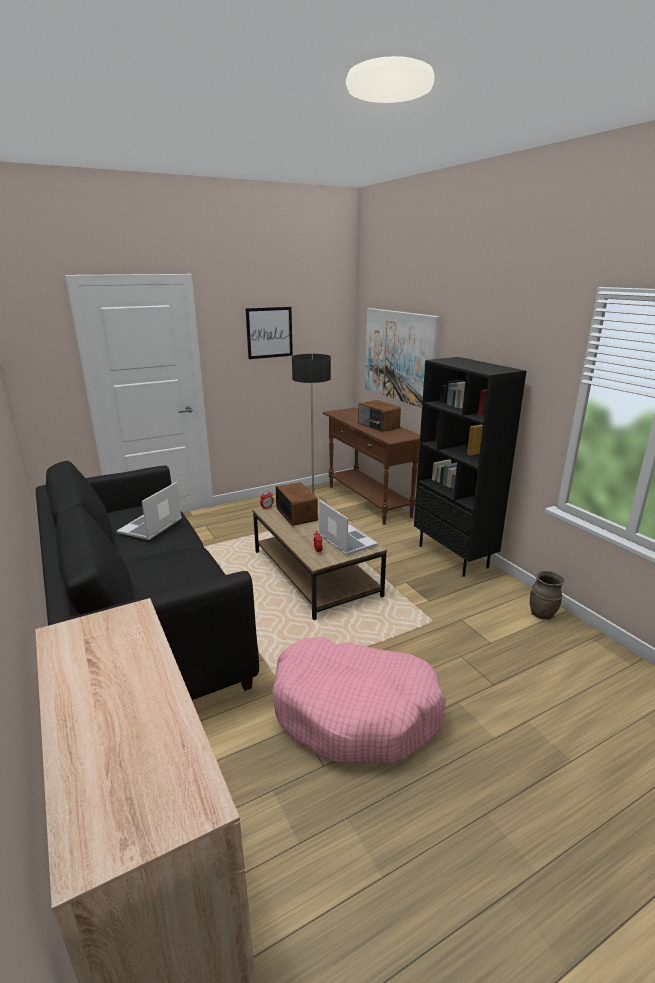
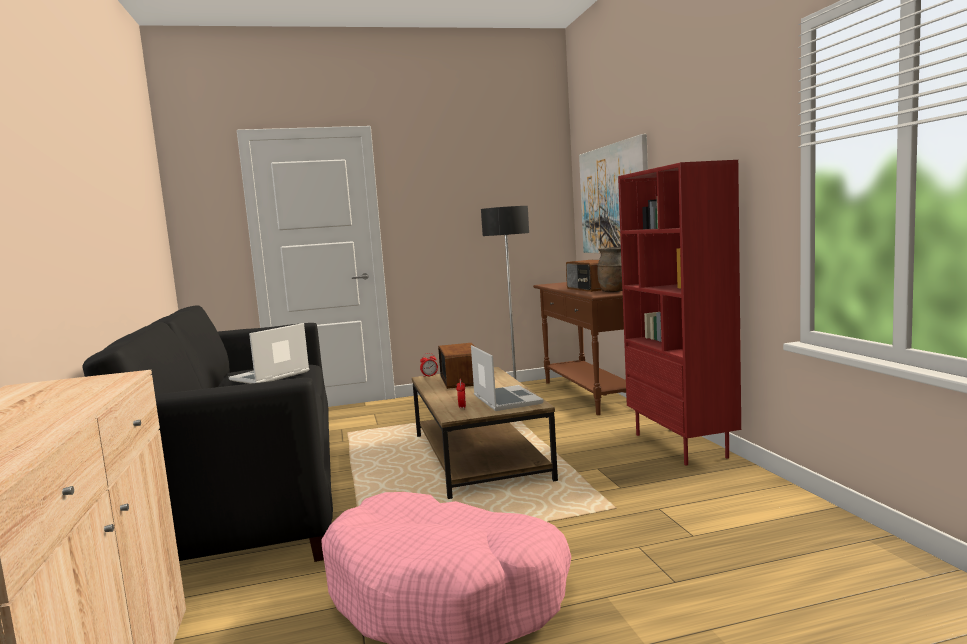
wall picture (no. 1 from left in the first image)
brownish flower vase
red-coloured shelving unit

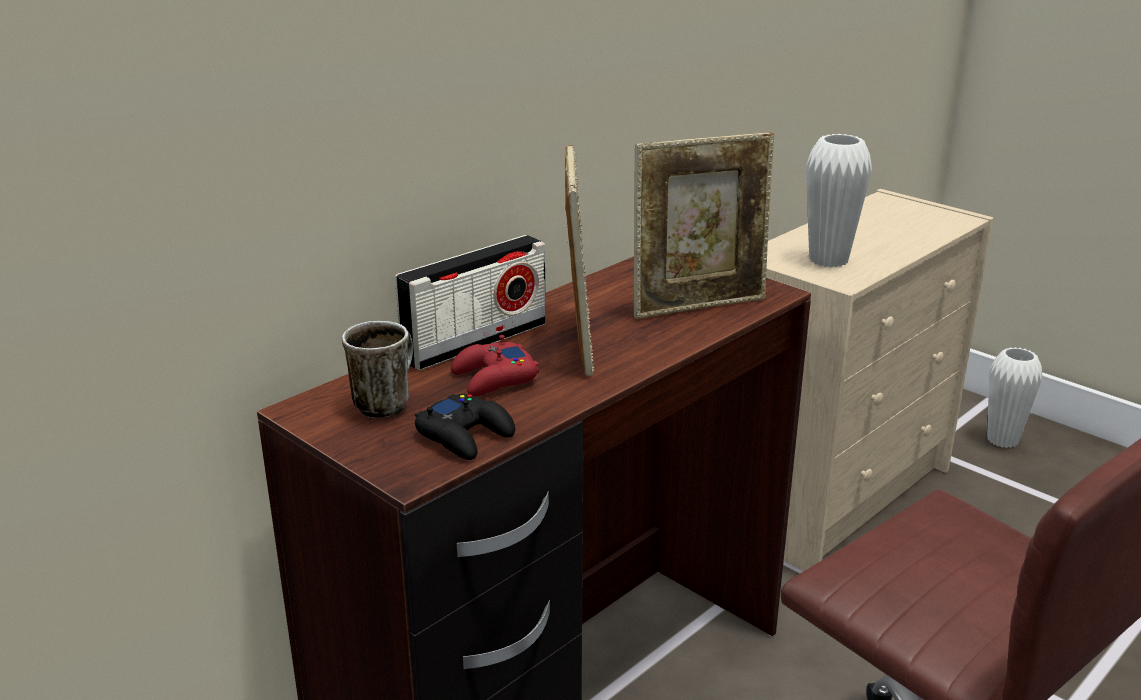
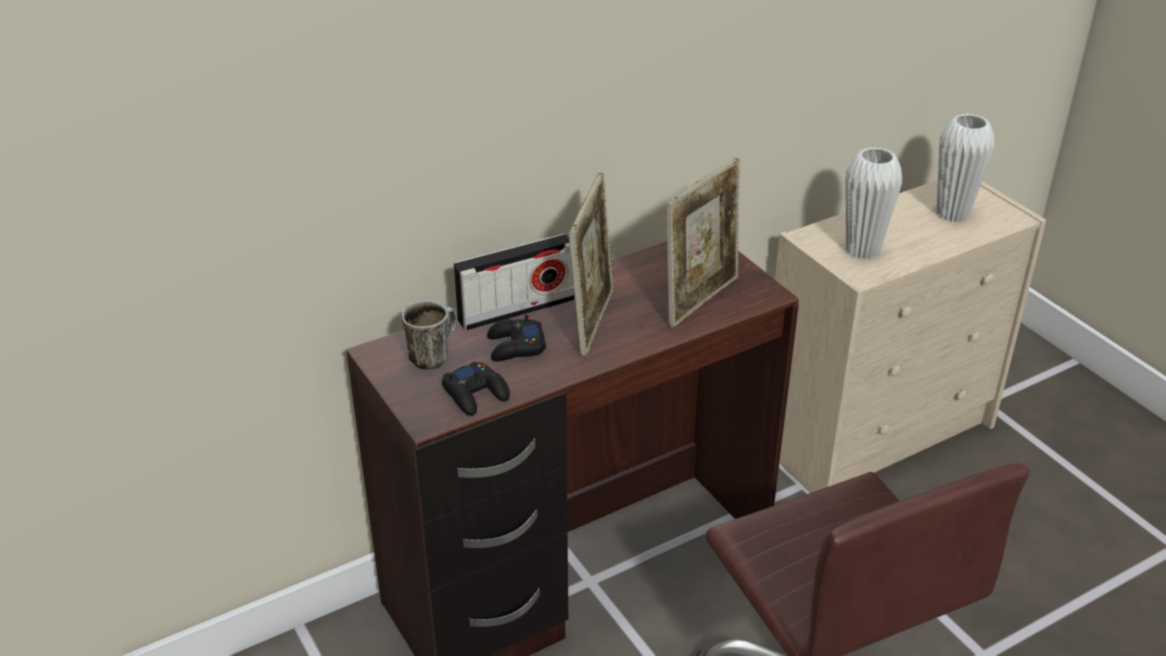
white flower vase (no. 2 from left)
black joypad (no. 2 from left)
picture frame (no. 2 from left)

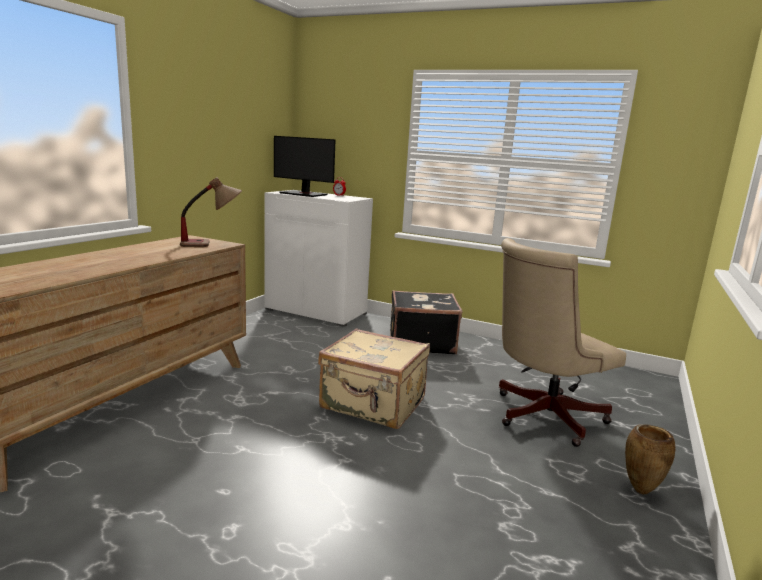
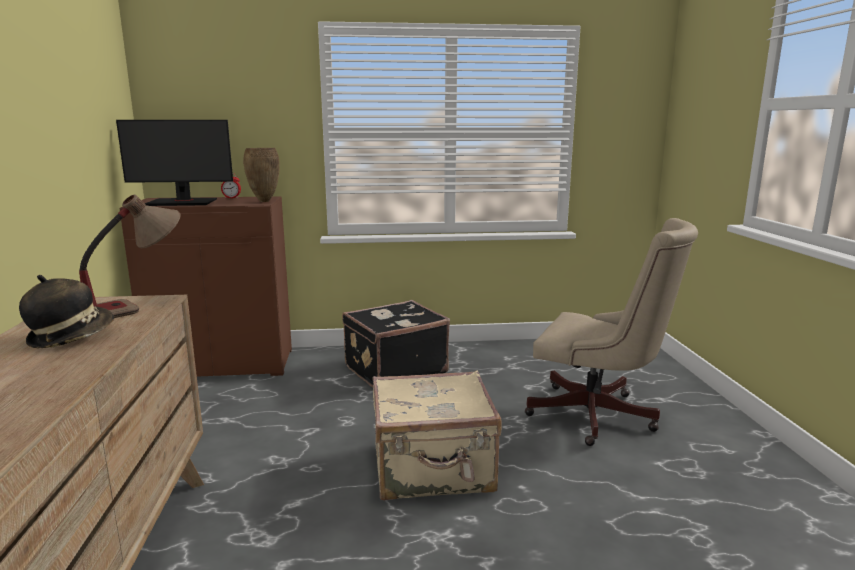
wearable hat
brownish flower vase
brownish cabinet
sand-coloured office chair

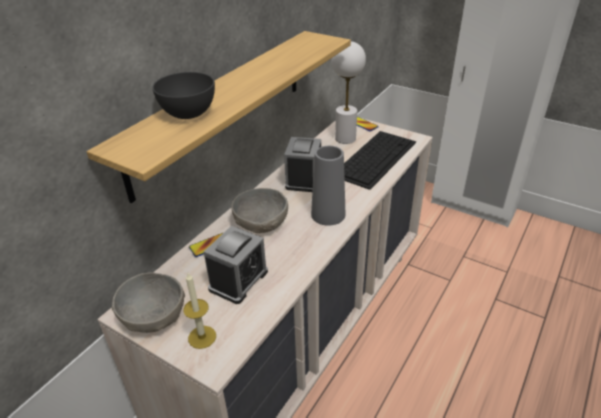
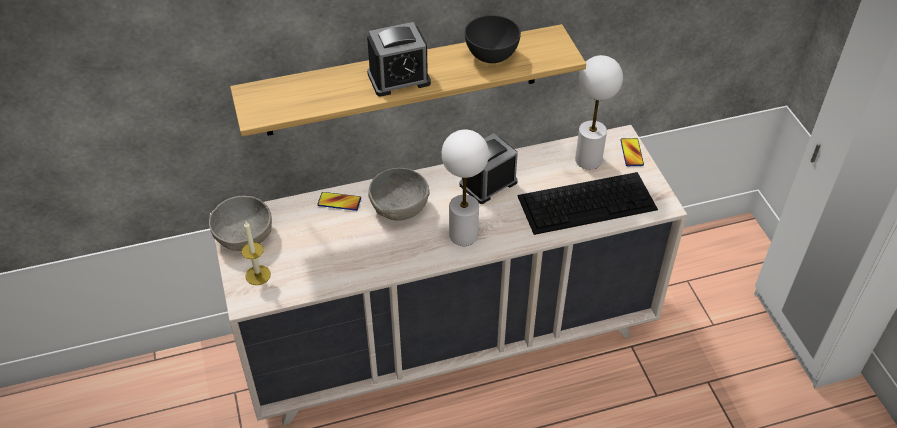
greyish deep dish (no. 3 from left)
alarm clock (no. 1 from left)
white table lamp (no. 1 from left)

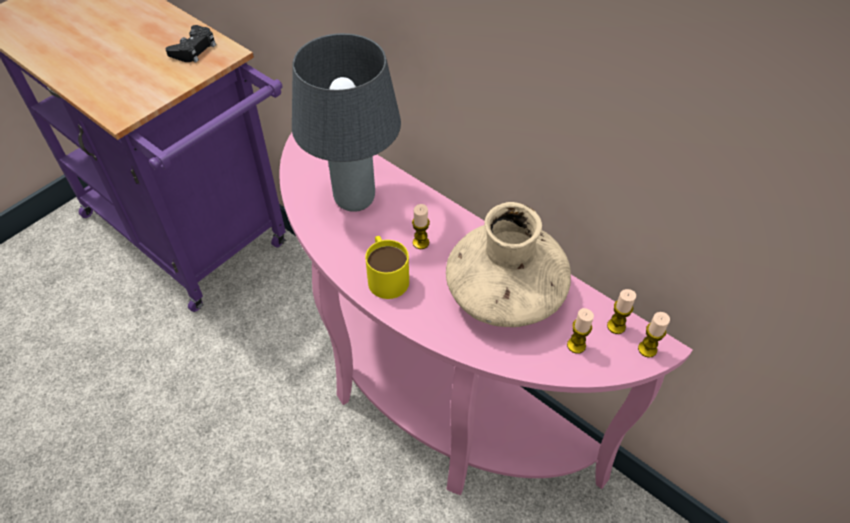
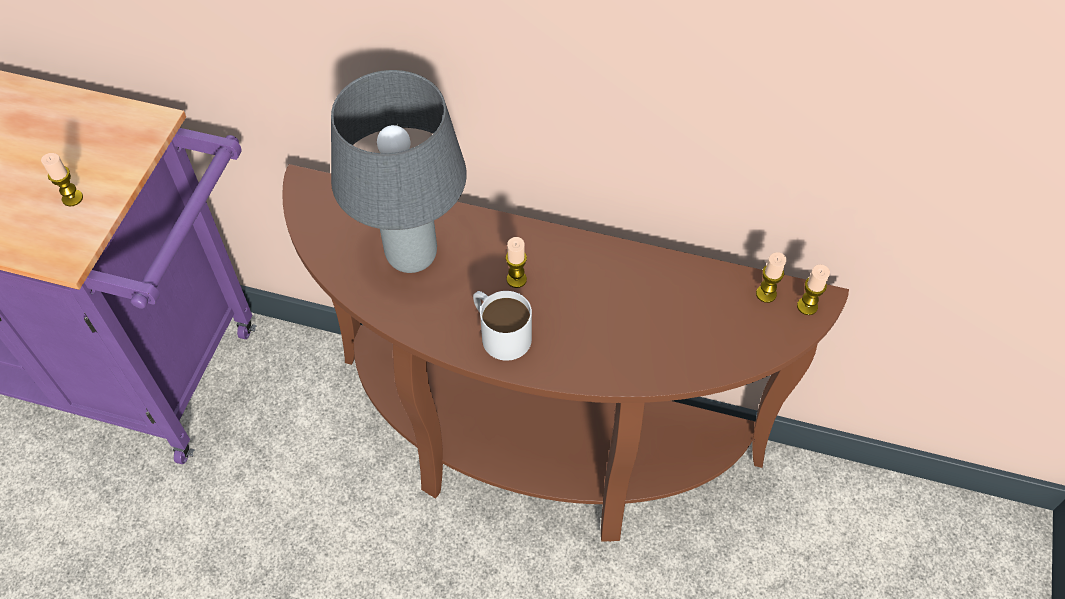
black joypad
sand-coloured flower vase
candle (no. 1 from left)
brownish narrow table
white coffee mug

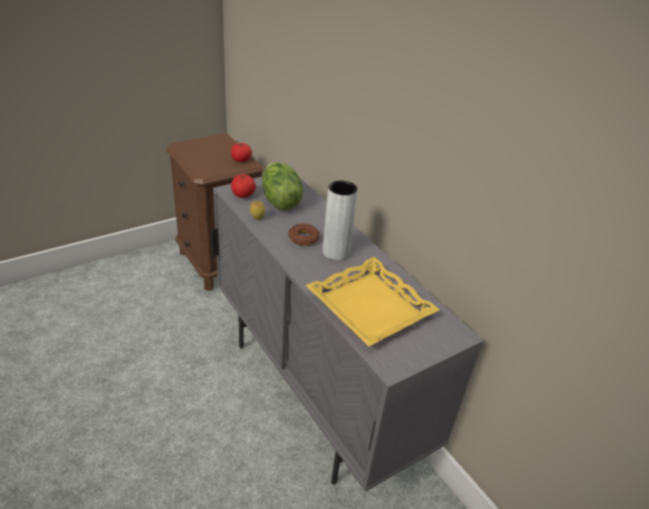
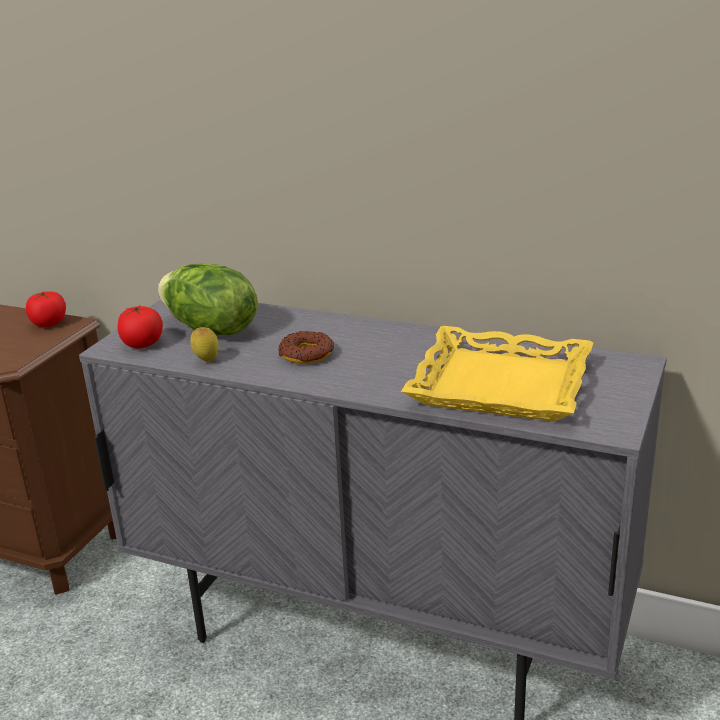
greyish flower vase

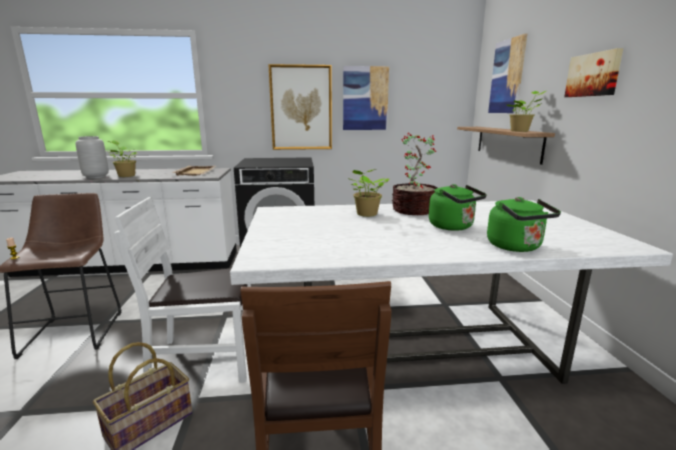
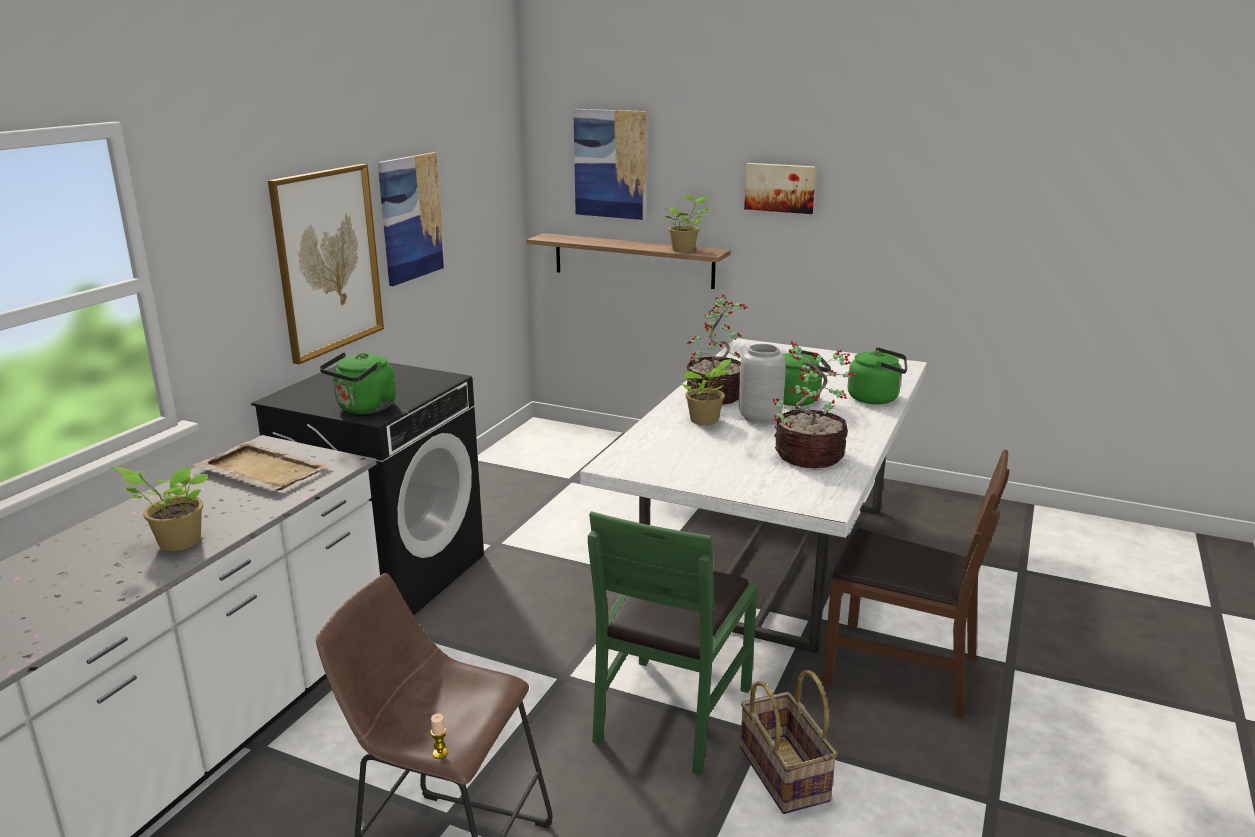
green-coloured kettle (no. 1 from left)
houseplant (no. 5 from left)
greyish flower vase
green-coloured upright chair

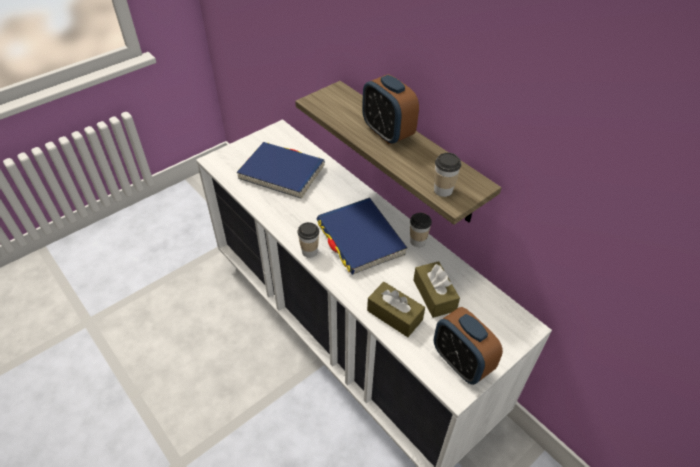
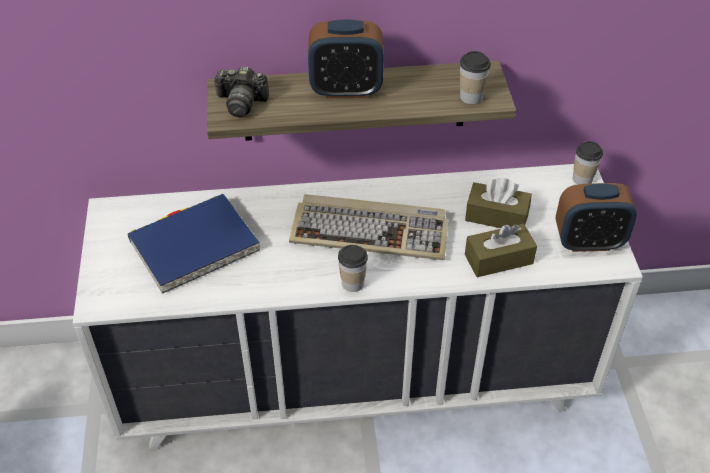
still camera
drinking cup (no. 3 from left)
computer keyboard

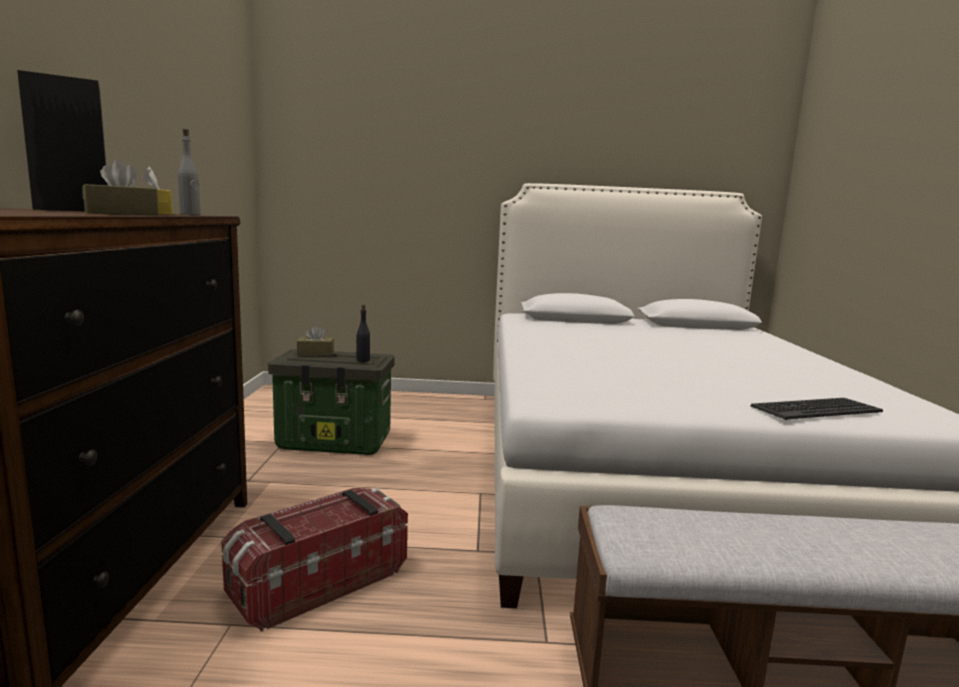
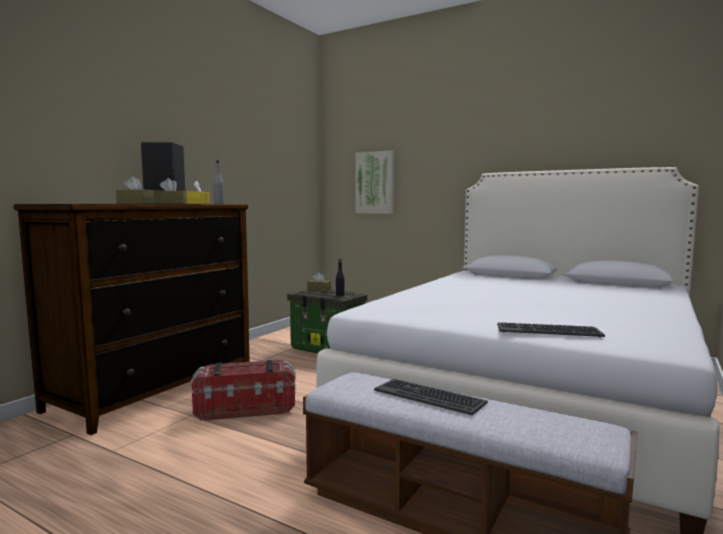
brownish tissue box (no. 1 from left)
wall picture
computer keyboard (no. 1 from left)

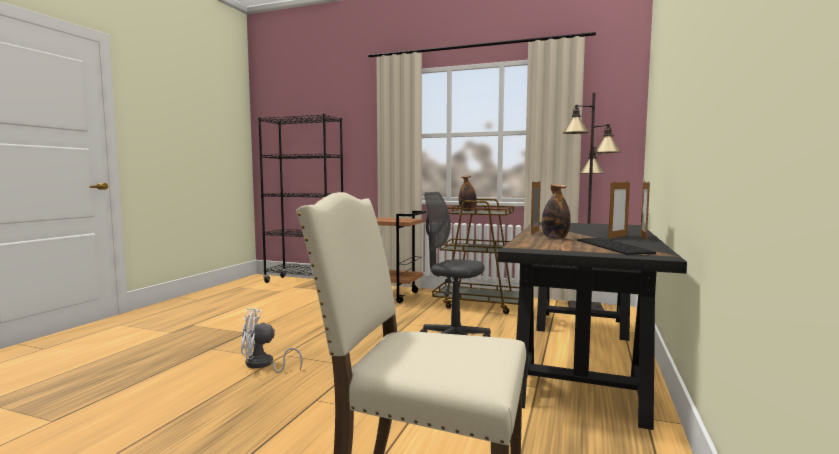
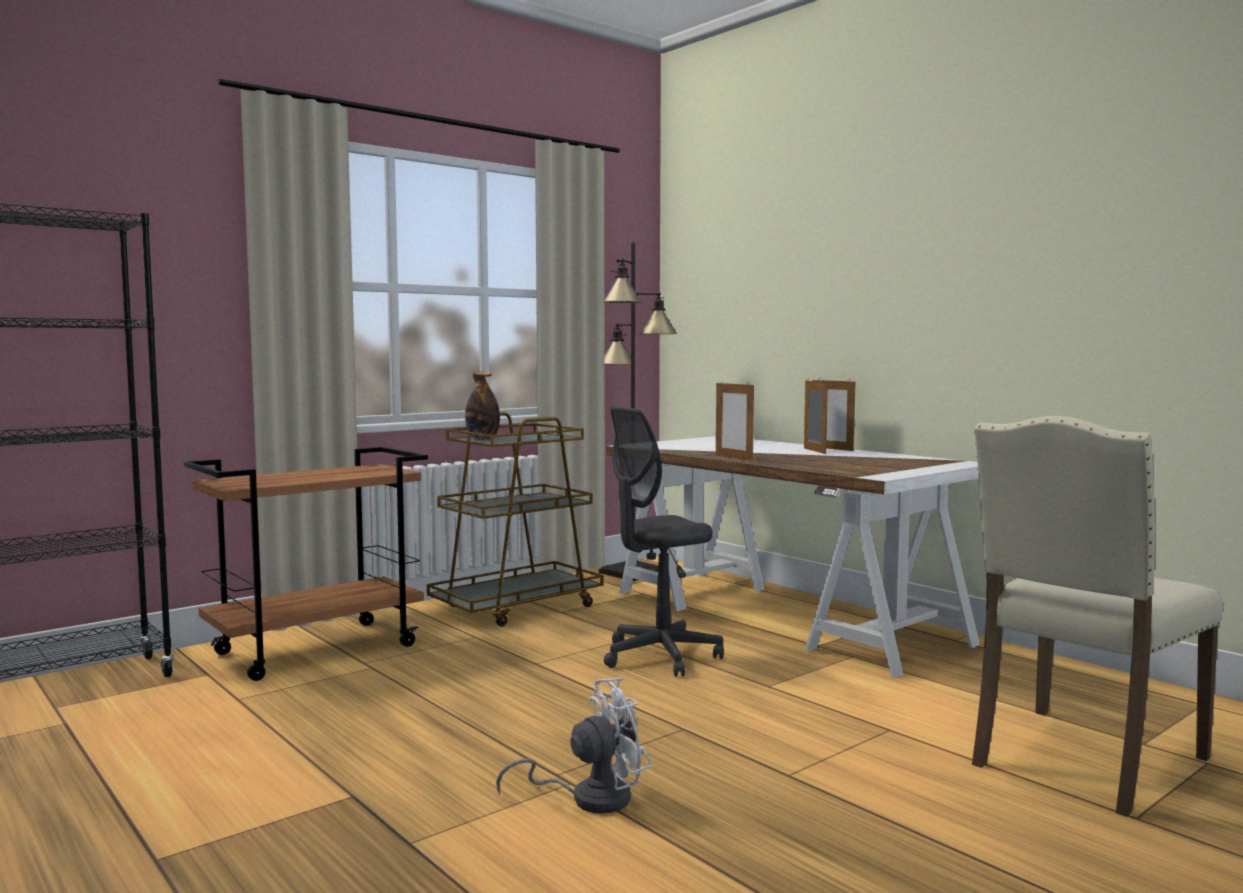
bottle (no. 2 from left in the first image)
computer keyboard
white desk table
white electric fan

